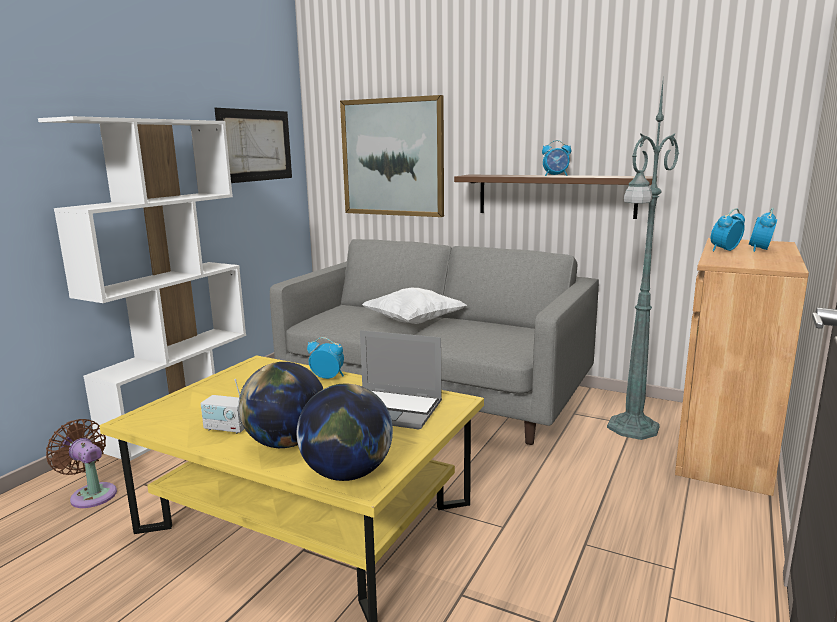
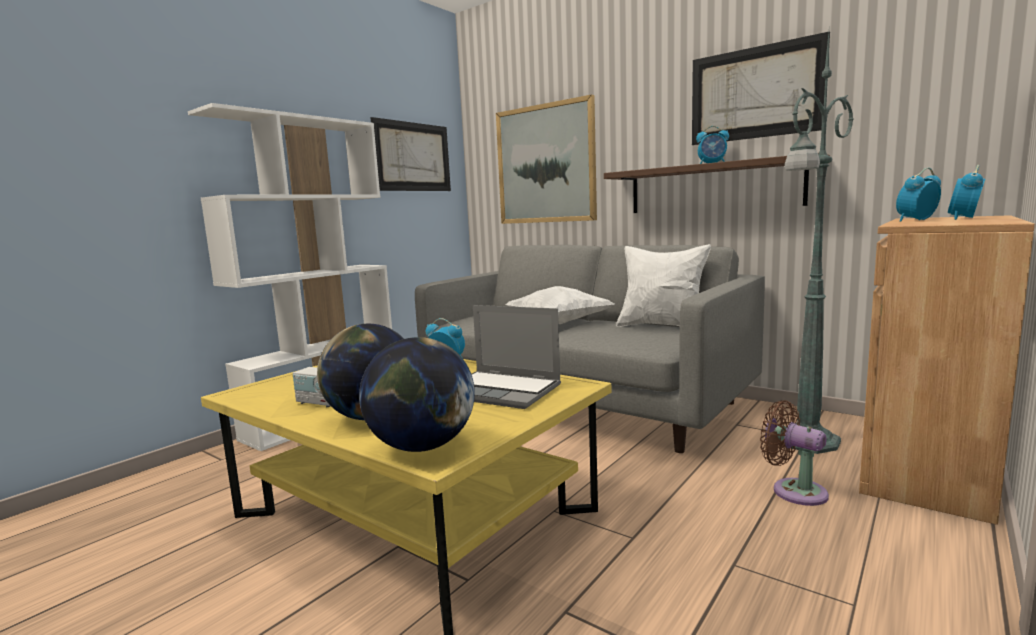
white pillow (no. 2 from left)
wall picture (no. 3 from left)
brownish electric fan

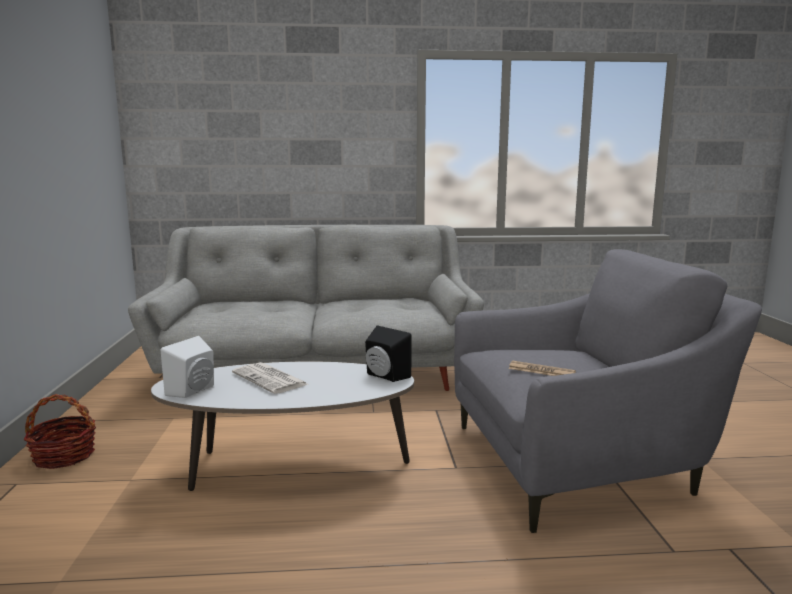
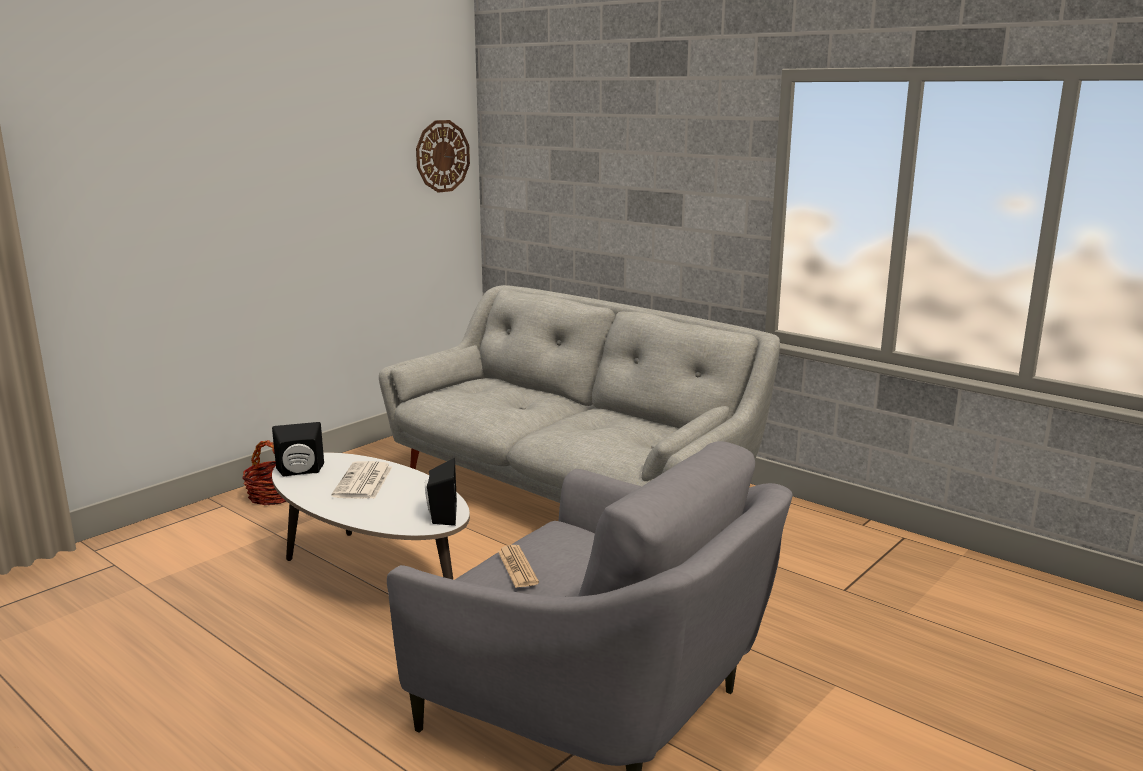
wall clock
black loudspeaker (no. 1 from left)

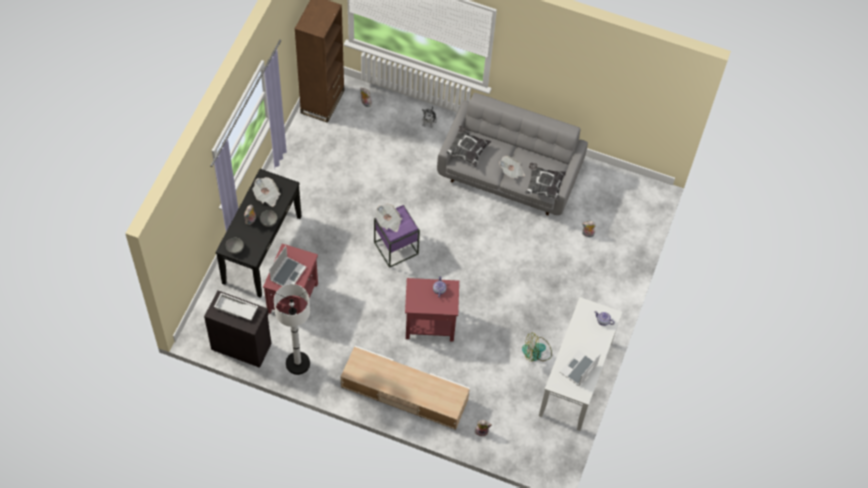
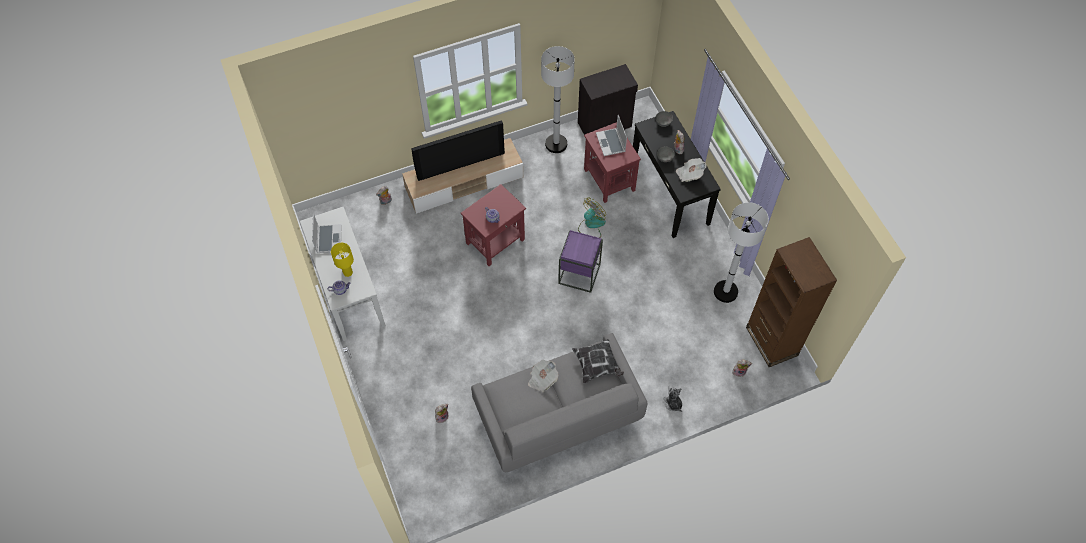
white serving tray
daily paper (no. 2 from left in the first image)
pillow (no. 2 from left in the first image)
yellow-coloured table lamp
TV set
white standard lamp (no. 2 from left)
electric fan

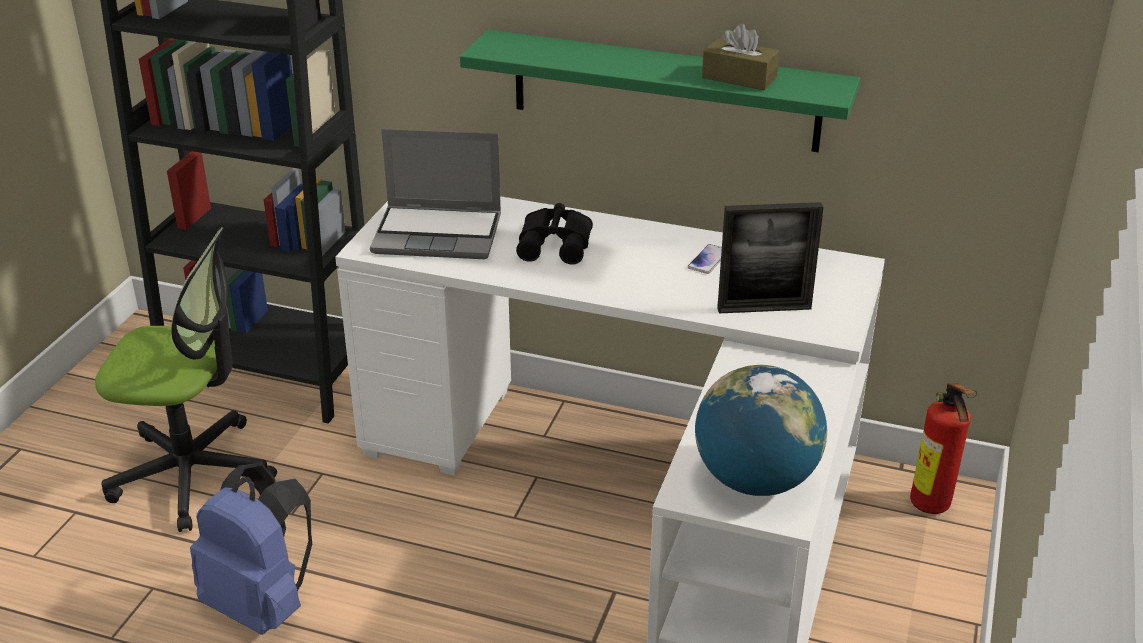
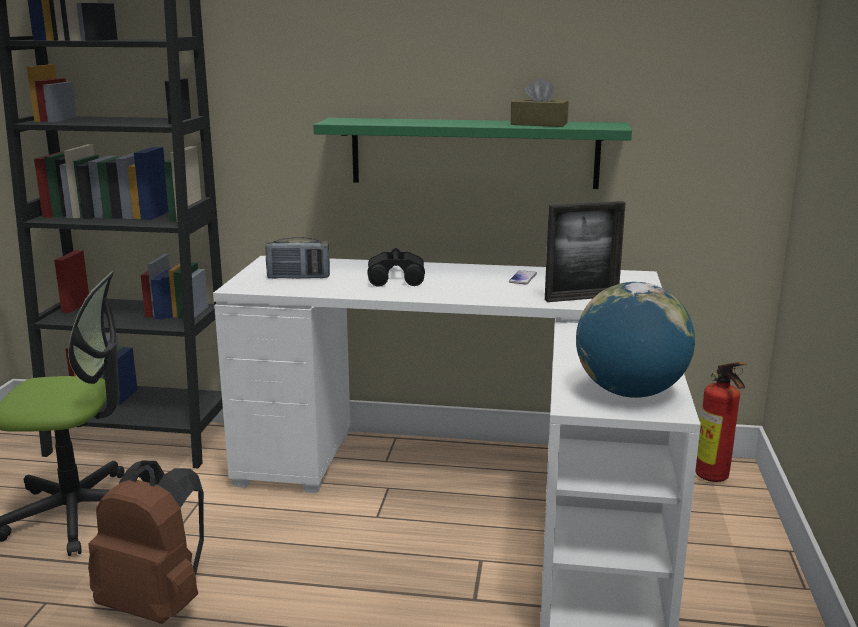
radio set
brownish backpack

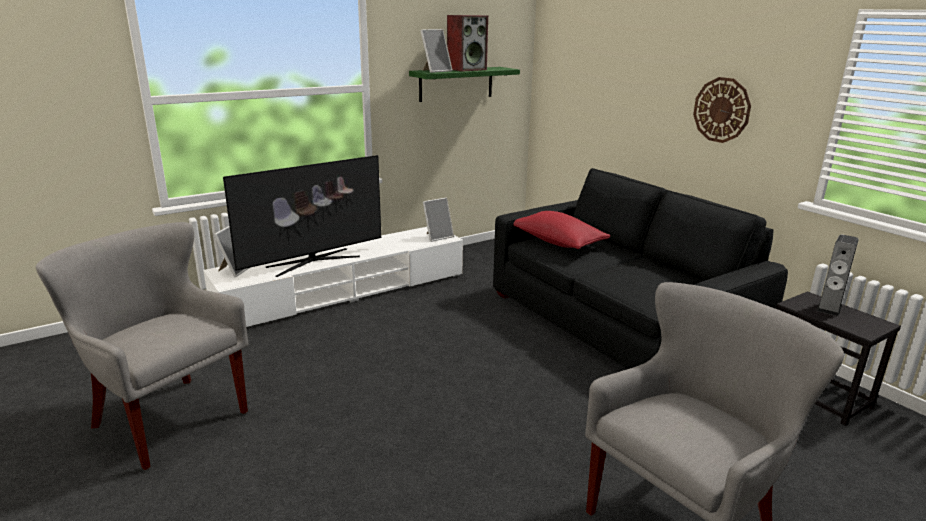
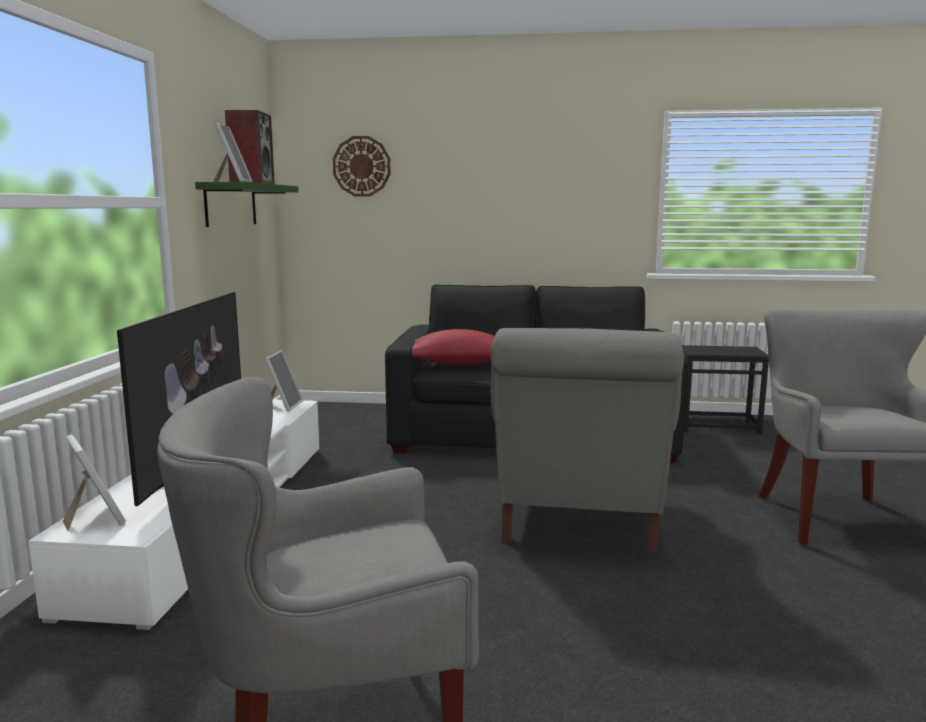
loudspeaker (no. 2 from left in the first image)
greyish easy chair (no. 2 from left)
wall clock

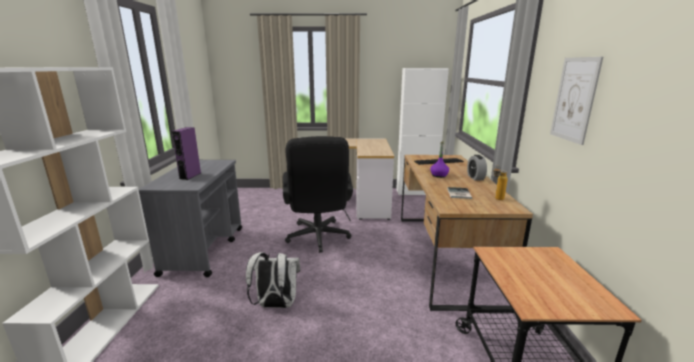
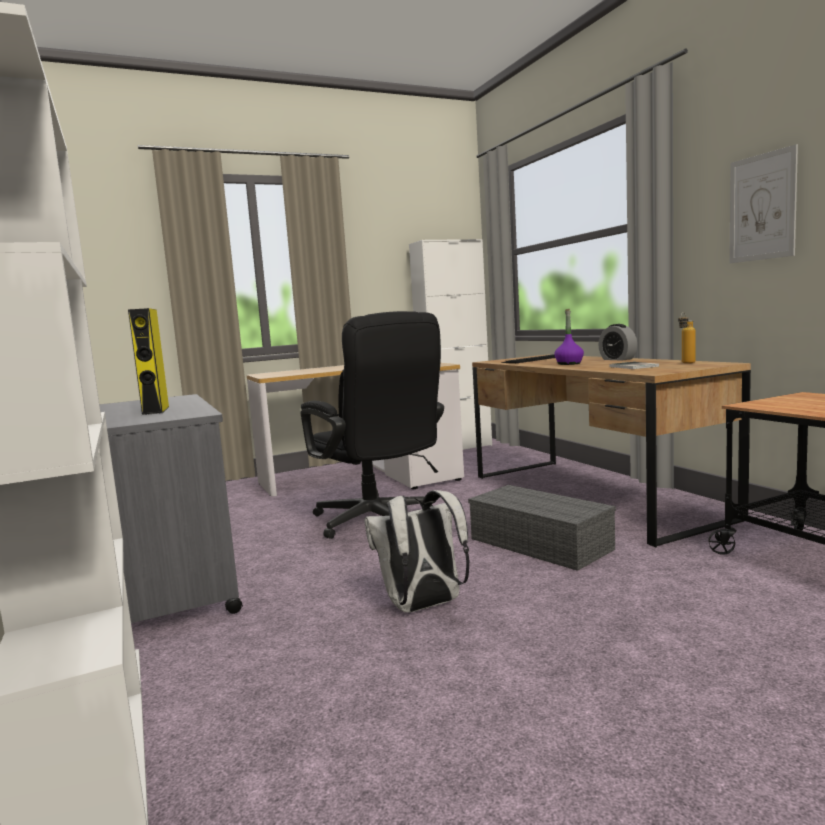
greyish storage bin
yellow-coloured loudspeaker

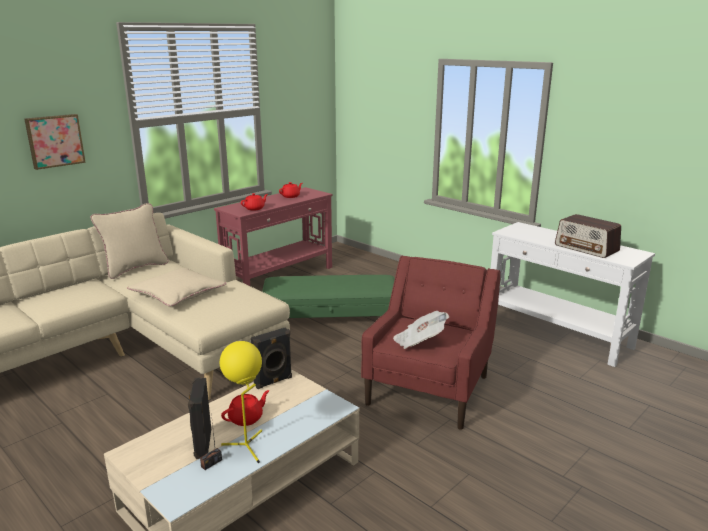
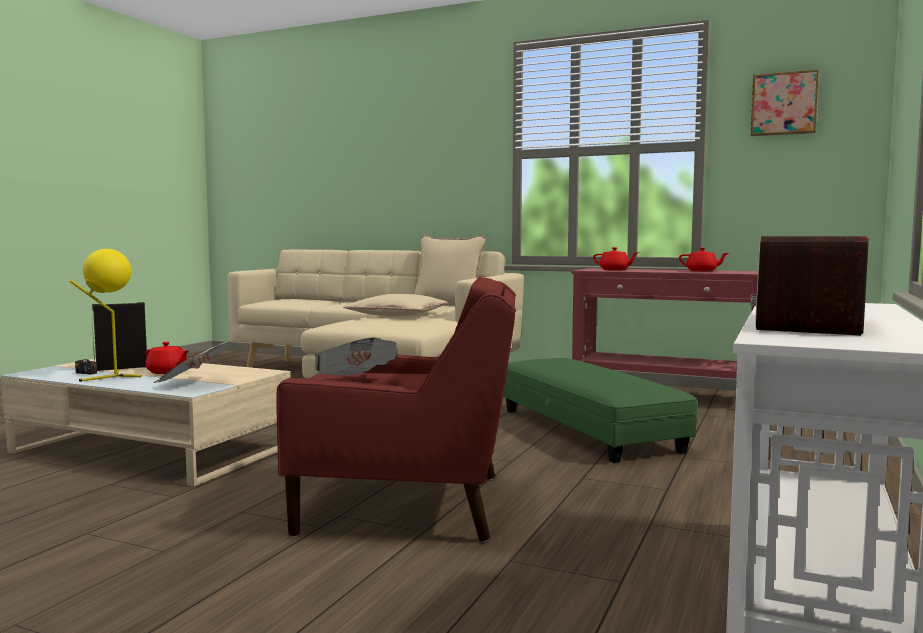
black loudspeaker (no. 2 from left in the first image)
daily paper (no. 1 from left)
wall picture

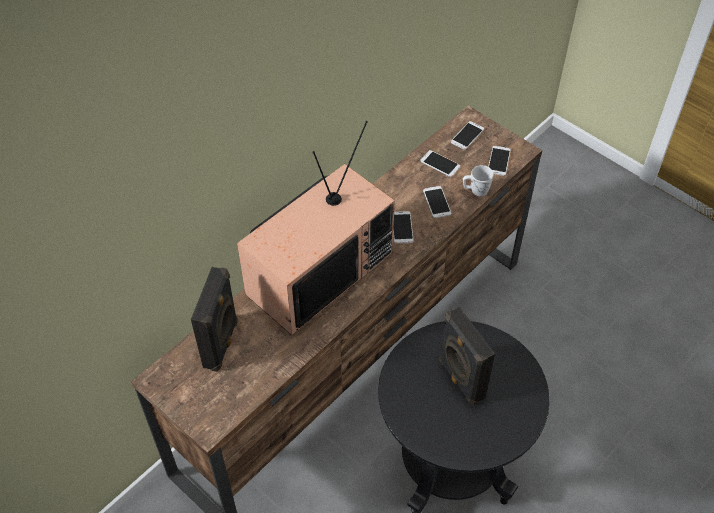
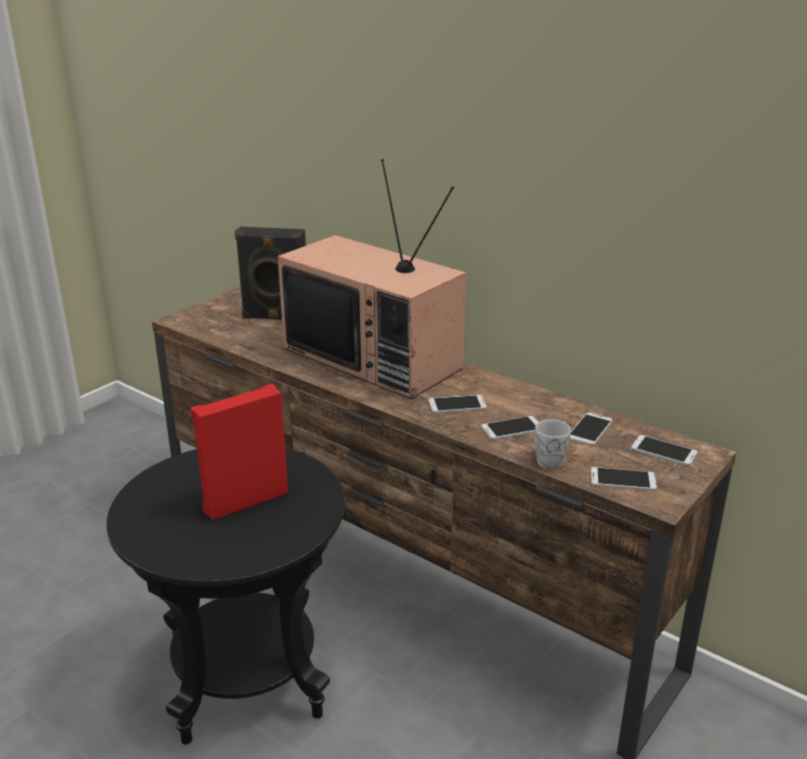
red-coloured loudspeaker

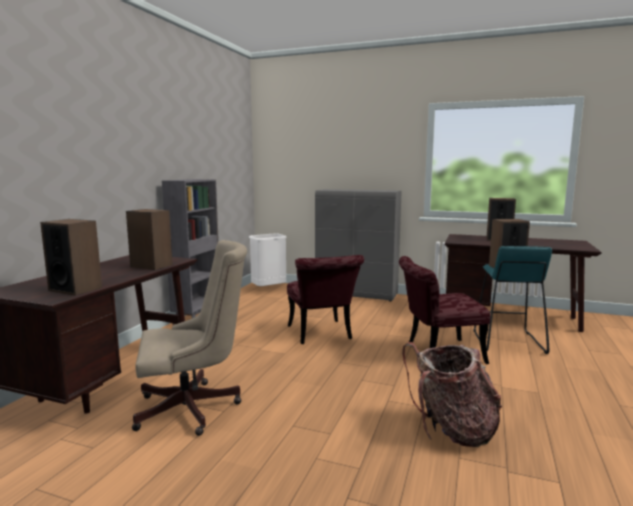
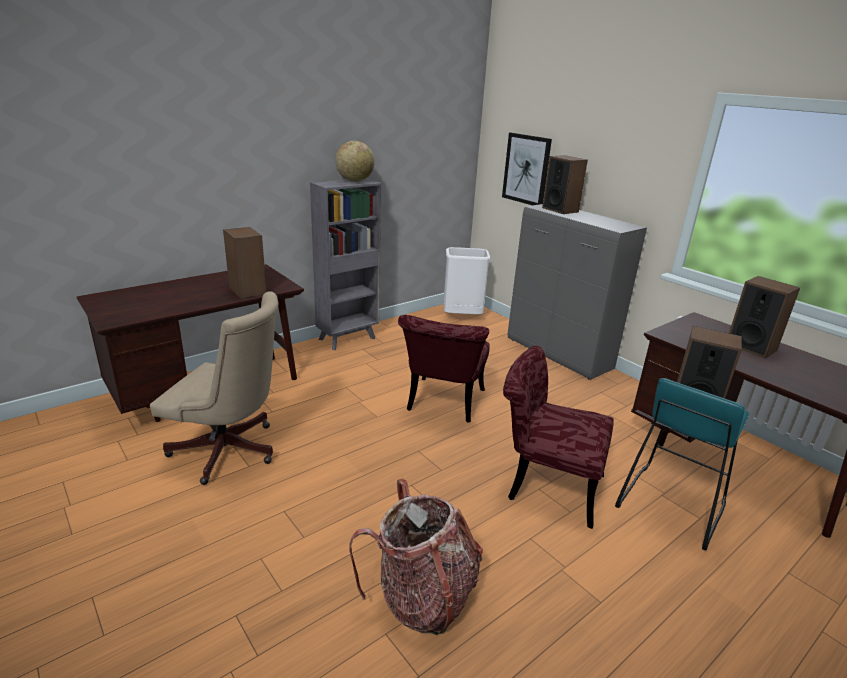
world globe
wall picture
loudspeaker (no. 2 from left)

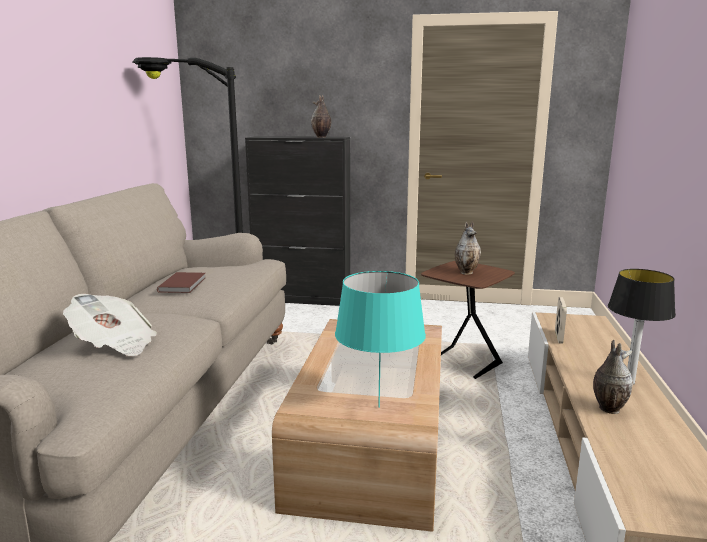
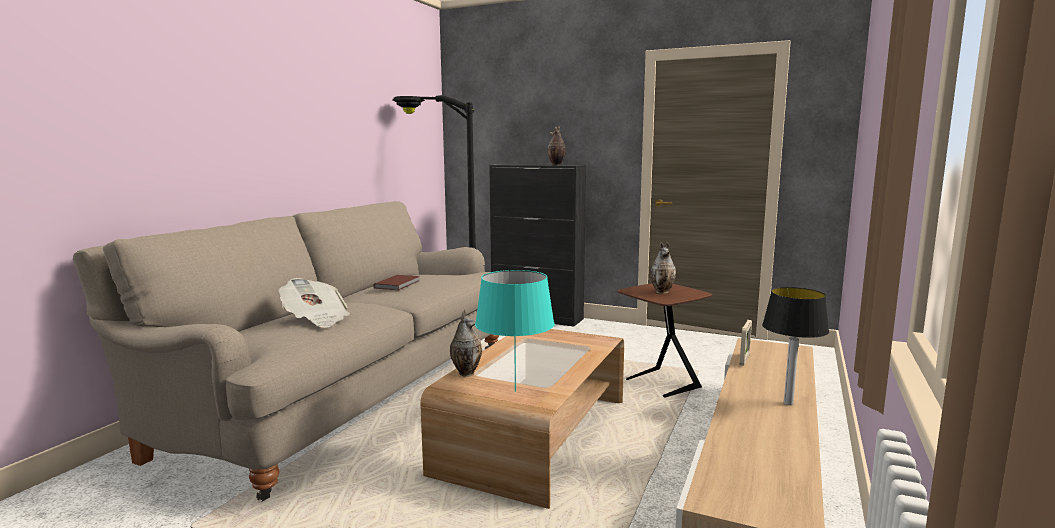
flower vase (no. 1 from left)

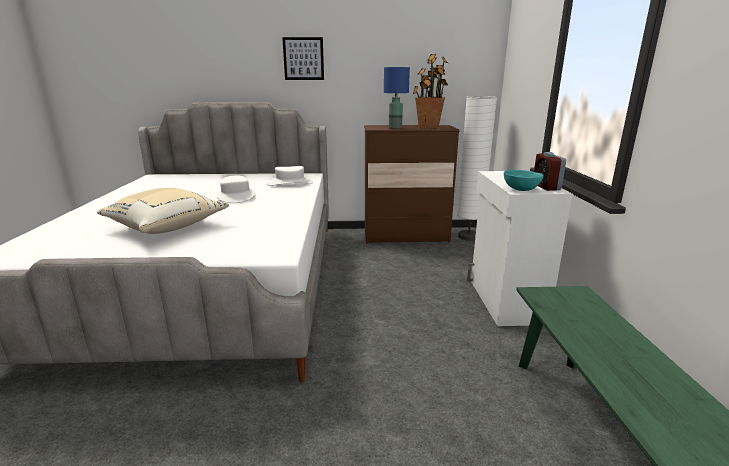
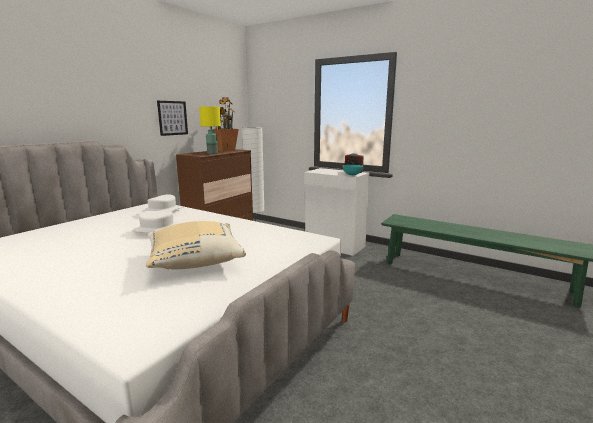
wall picture
yellow-coloured table lamp

